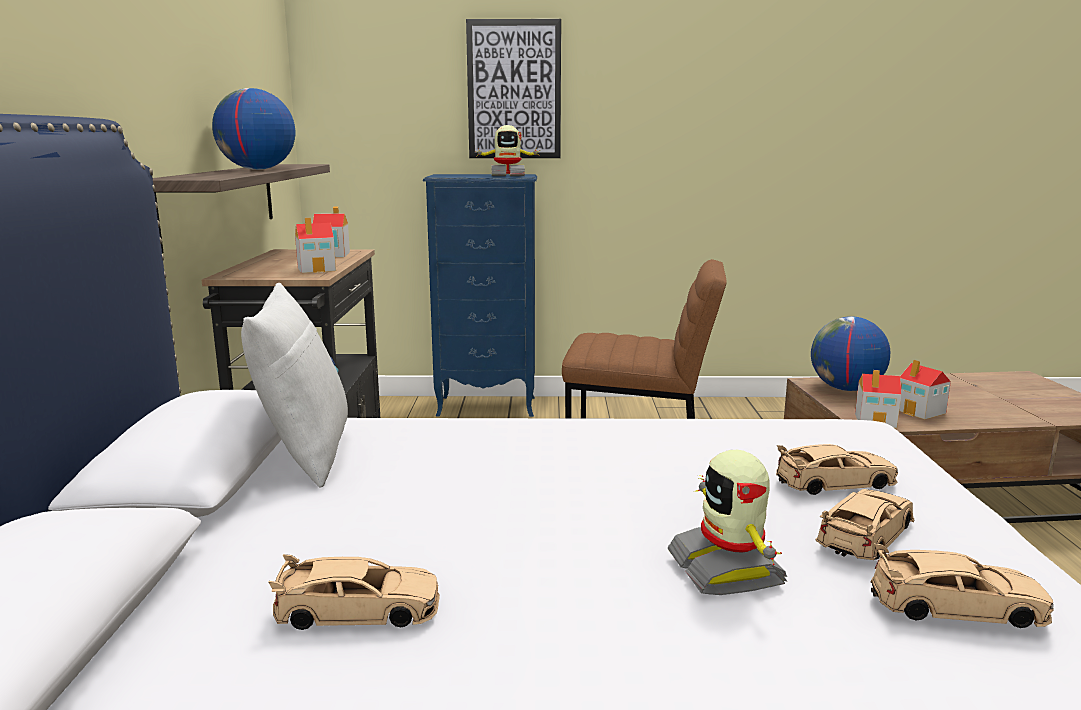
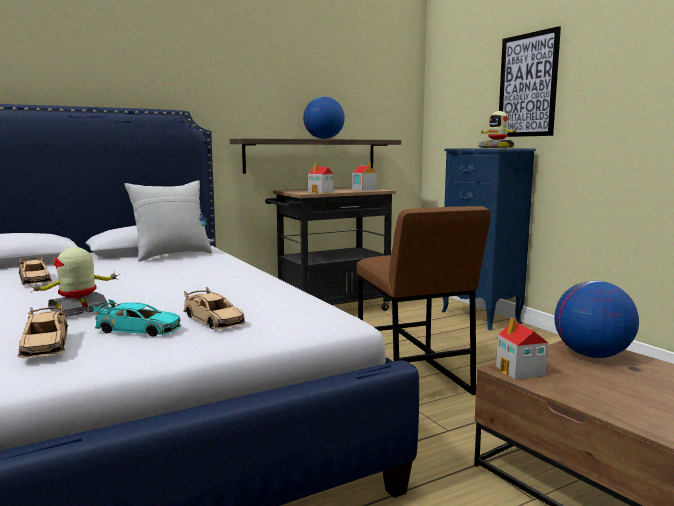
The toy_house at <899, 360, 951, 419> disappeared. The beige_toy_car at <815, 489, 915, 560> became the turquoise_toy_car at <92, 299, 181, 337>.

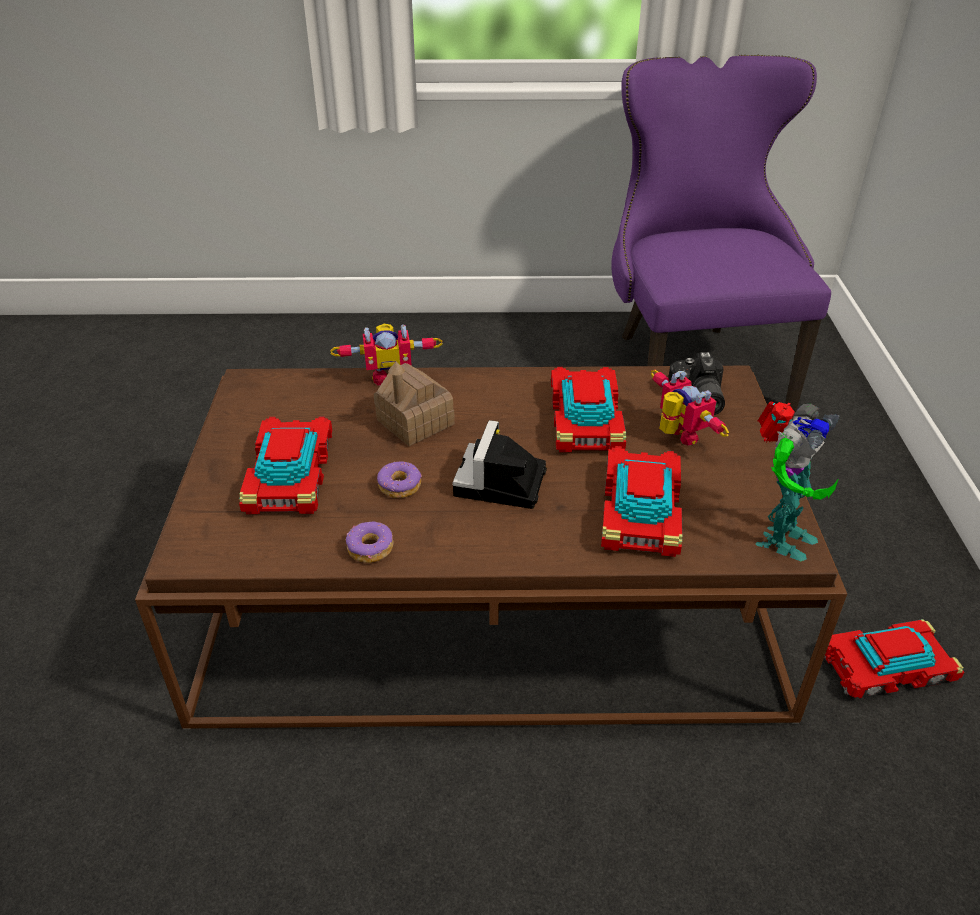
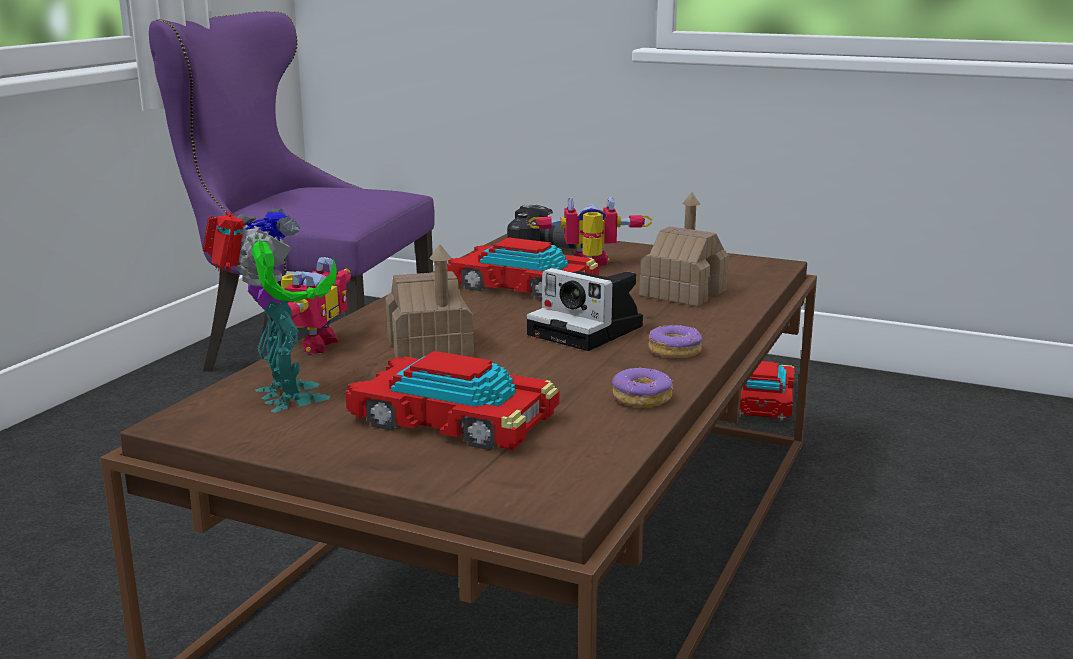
The donut moved from <377, 462, 422, 498> to <648, 324, 703, 358>. The toy_robot moved from <755, 401, 840, 561> to <203, 208, 337, 412>. The toy_car at <601, 446, 683, 557> was replaced by the toy_house at <639, 192, 729, 307>.

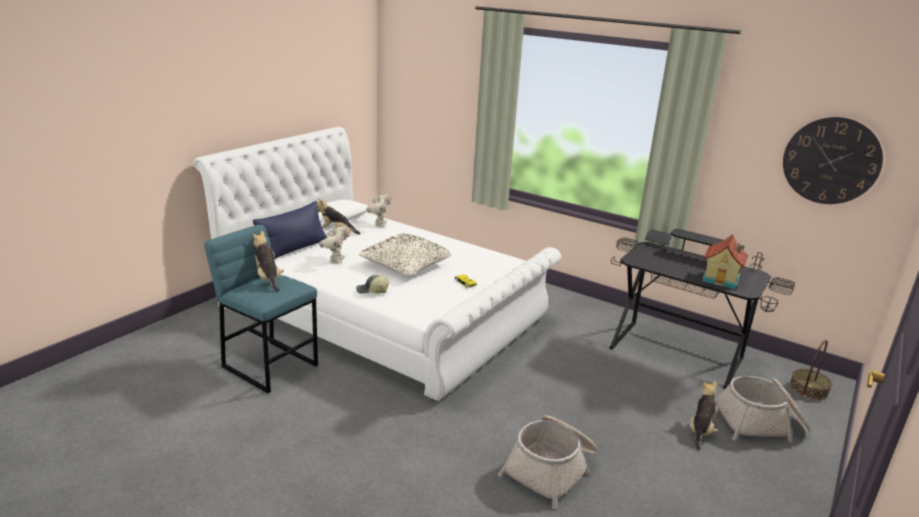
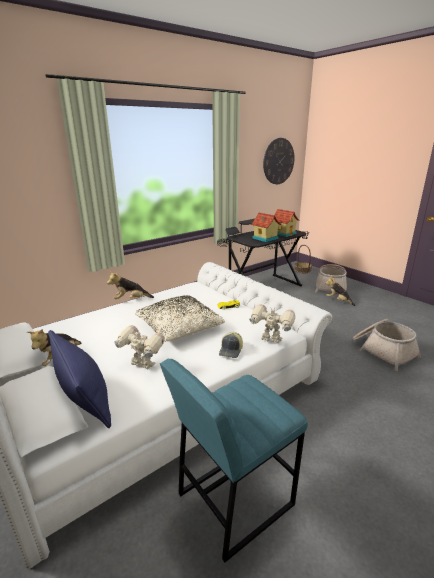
The toy_house at <251, 213, 282, 242> appeared. The plush_toy moved from <253, 231, 284, 292> to <107, 271, 154, 299>. The toy_robot moved from <366, 195, 392, 227> to <249, 304, 295, 343>.

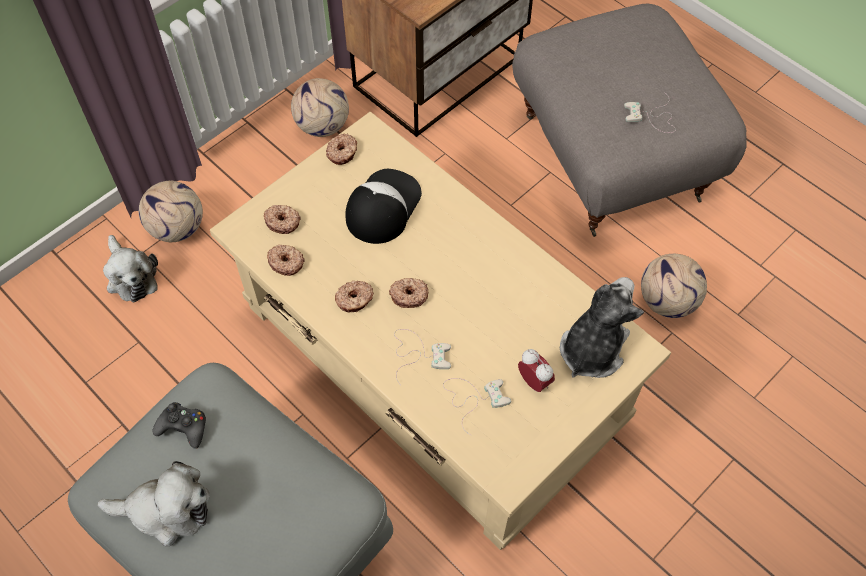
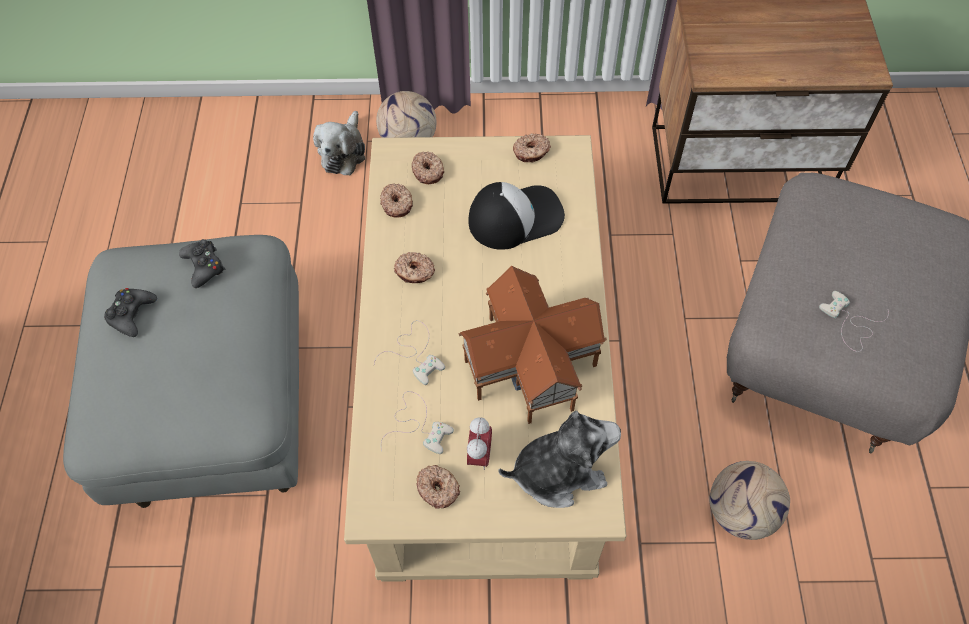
The football at <291, 78, 349, 137> disappeared. The toy_house at <458, 266, 607, 424> appeared. The donut moved from <389, 278, 428, 308> to <416, 465, 460, 509>. The plush_toy at <97, 461, 210, 546> was replaced by the black_game_controller at <104, 288, 157, 337>.

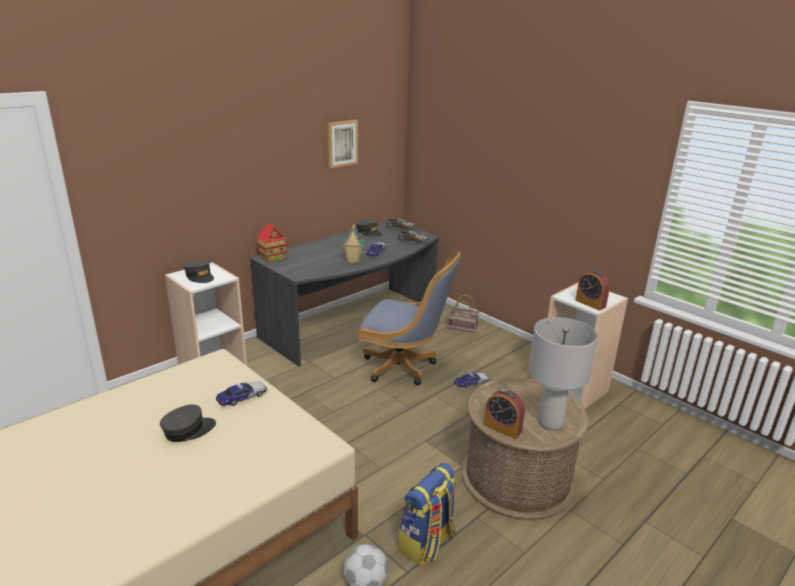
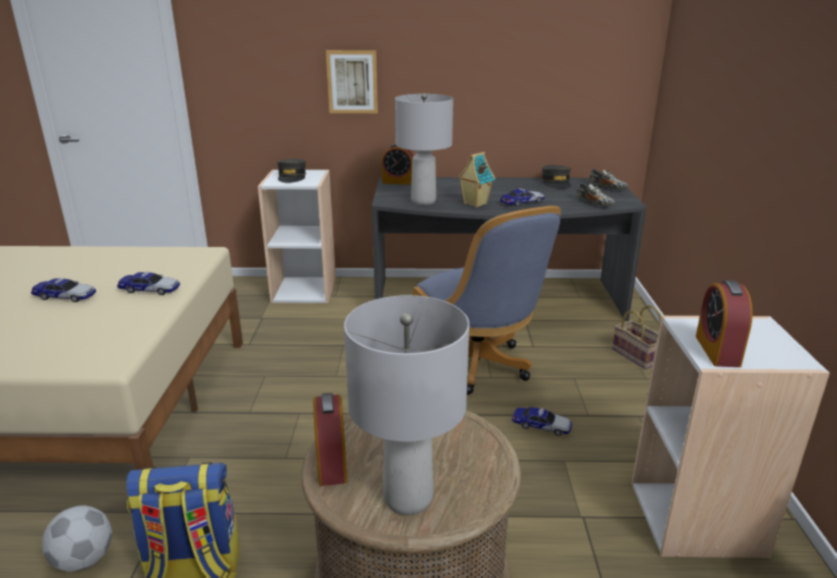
The grey_table_lamp at <395, 93, 453, 205> appeared. The picture moved from <327, 120, 358, 168> to <326, 50, 378, 113>. The grey_cap at <160, 404, 216, 442> was replaced by the toy_car at <31, 278, 96, 302>. The toy_house at <256, 222, 288, 263> was replaced by the alarm_clock at <382, 144, 413, 185>.

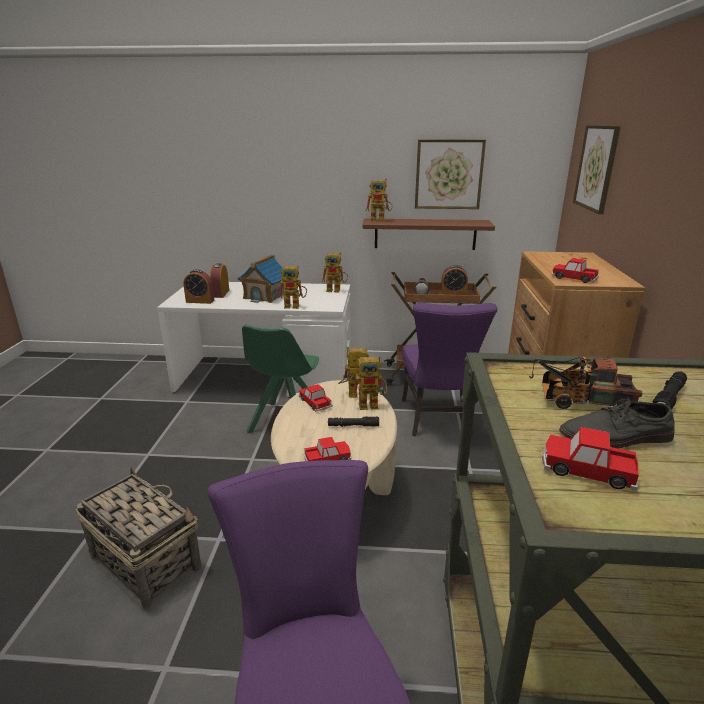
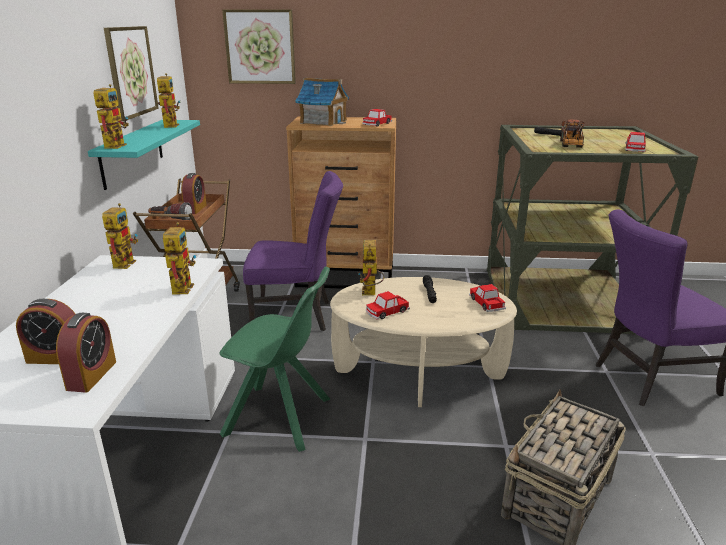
The grey_shoe at <559, 398, 675, 448> disappeared. The toy_house moved from <237, 255, 284, 303> to <295, 78, 349, 126>. The toy_robot moved from <353, 356, 387, 410> to <157, 73, 180, 128>. The brown_shelf at <362, 219, 495, 250> became the turquoise_shelf at <88, 120, 200, 190>.

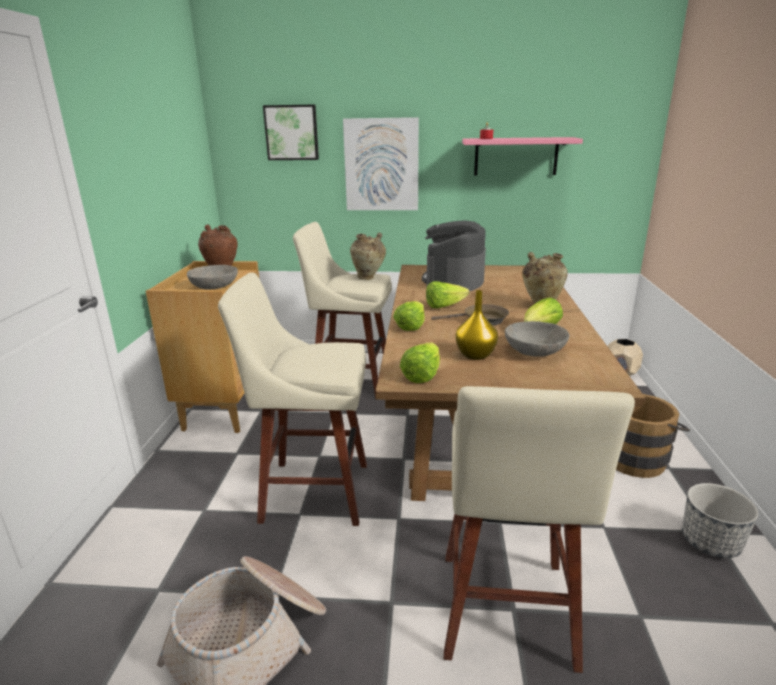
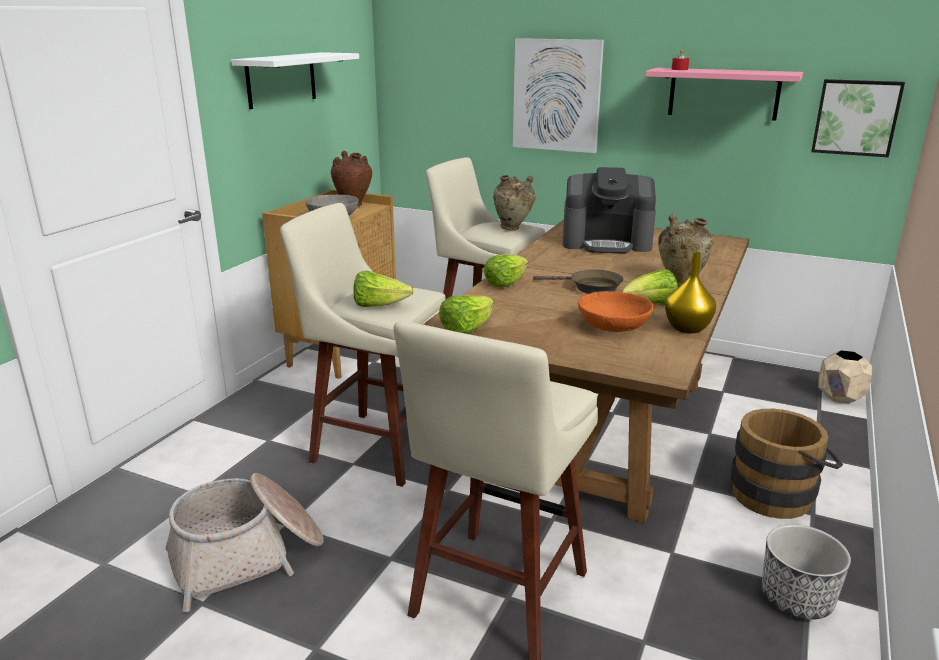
The white_shelf at <231, 52, 359, 109> appeared. The picture moved from <263, 105, 319, 160> to <811, 79, 905, 157>. The lettuce moved from <426, 281, 469, 308> to <353, 271, 414, 307>. The yellow_vase moved from <456, 290, 498, 360> to <665, 252, 716, 333>. The grey_bowl at <505, 321, 569, 357> became the orange_bowl at <578, 291, 653, 332>. The coffee_machine at <422, 220, 486, 291> turned 120 degrees counterclockwise.

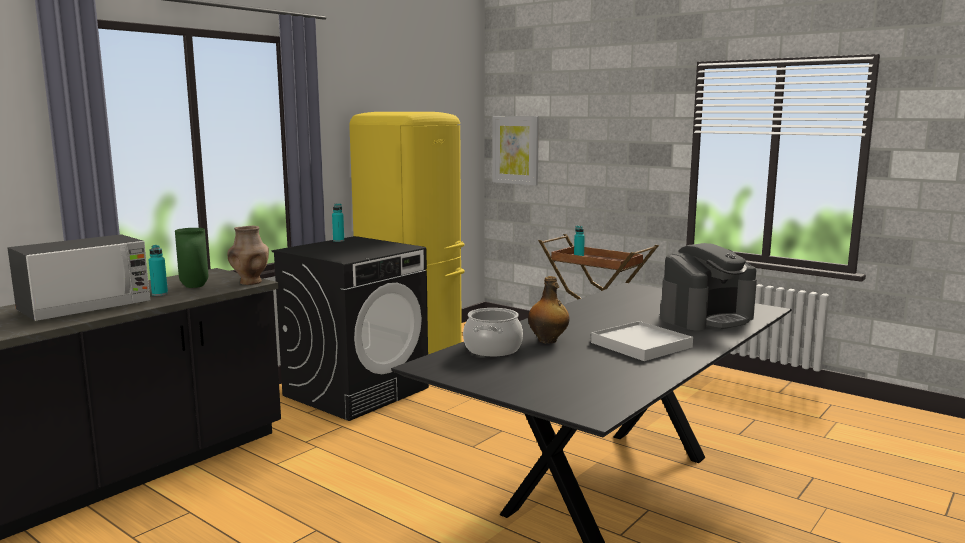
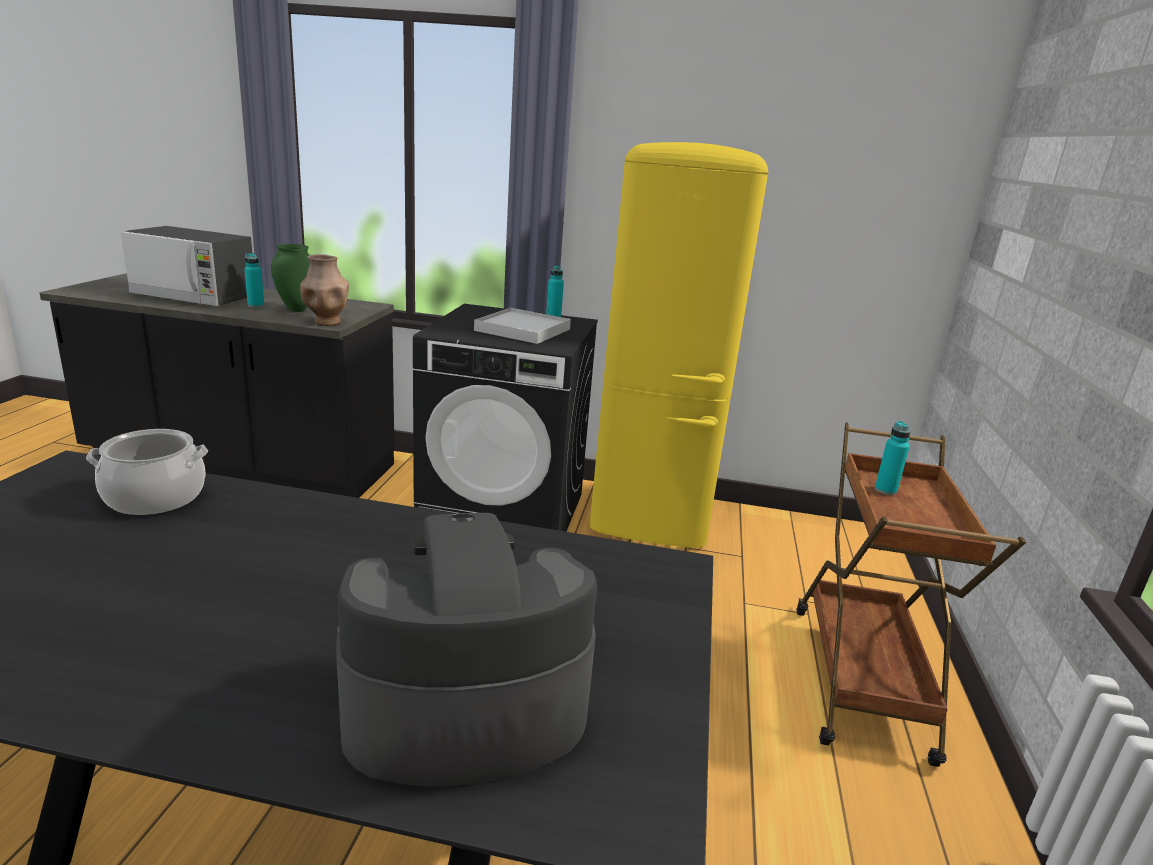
The picture at <492, 116, 539, 186> disappeared. The bottle at <528, 276, 570, 344> disappeared. The white_tray moved from <591, 321, 693, 361> to <474, 308, 571, 344>. The coffee_machine at <661, 243, 757, 330> turned 135 degrees clockwise.

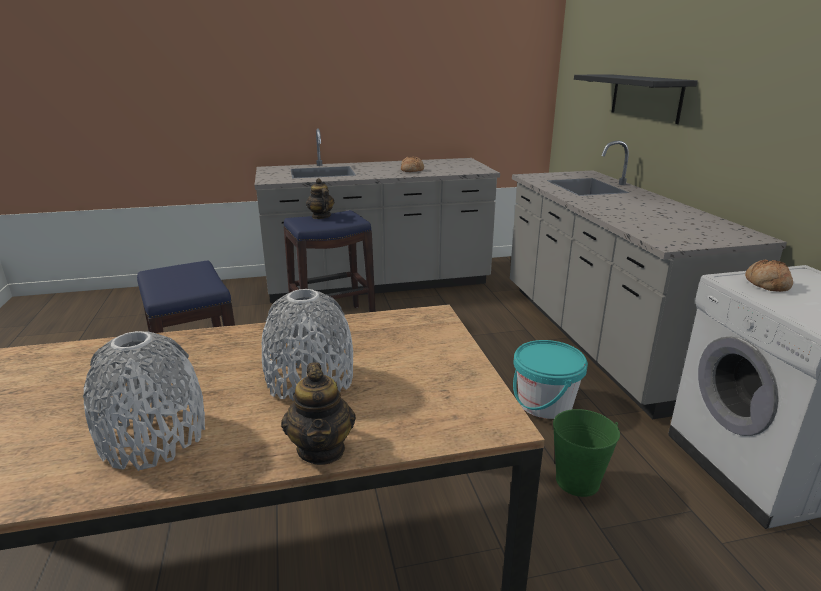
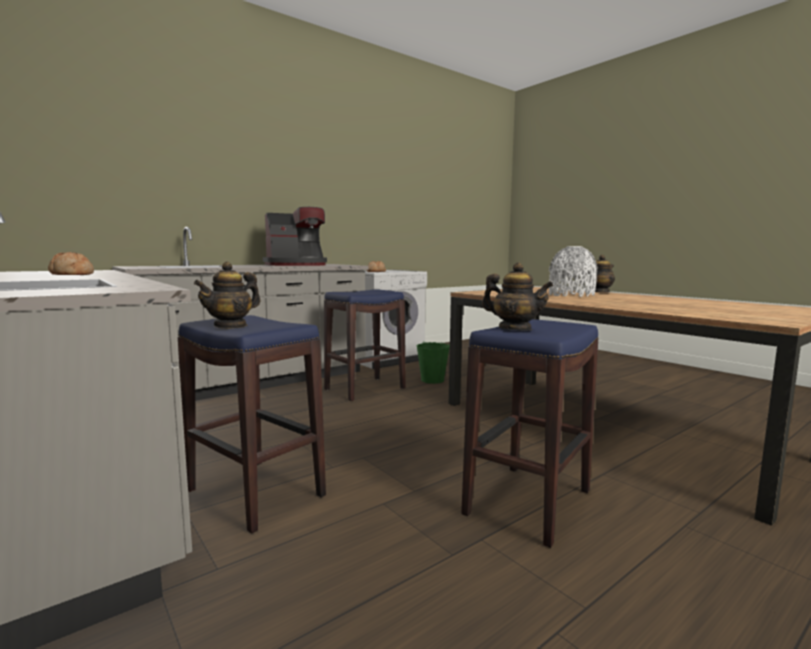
The grey_vase at <83, 331, 205, 471> disappeared. The black_shelf at <574, 74, 698, 124> disappeared. The coffee_machine at <263, 207, 327, 266> appeared. The teapot at <482, 263, 554, 331> appeared. The turquoise_bucket at <513, 340, 588, 419> was replaced by the stool at <324, 289, 406, 401>.

